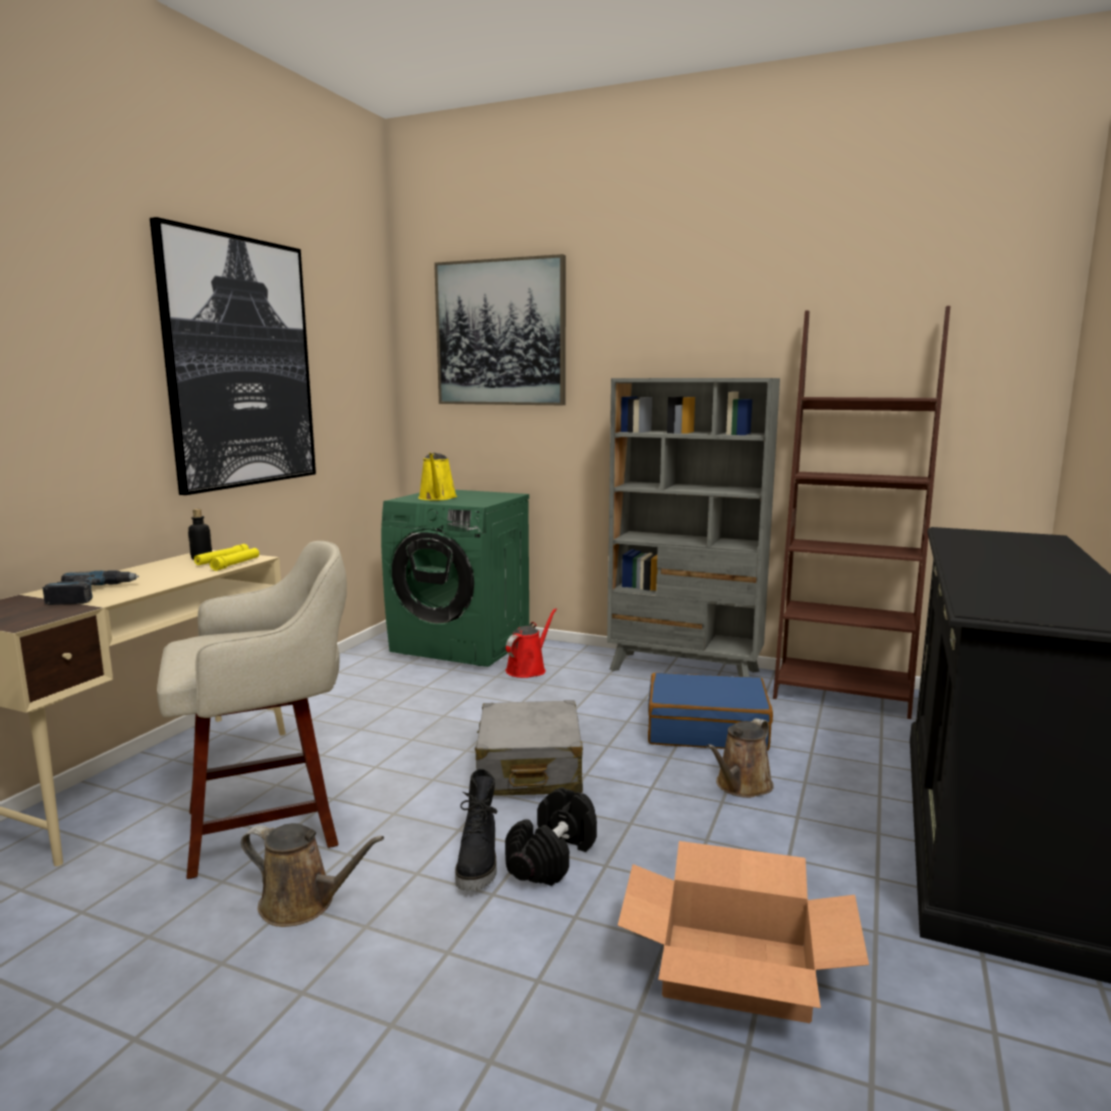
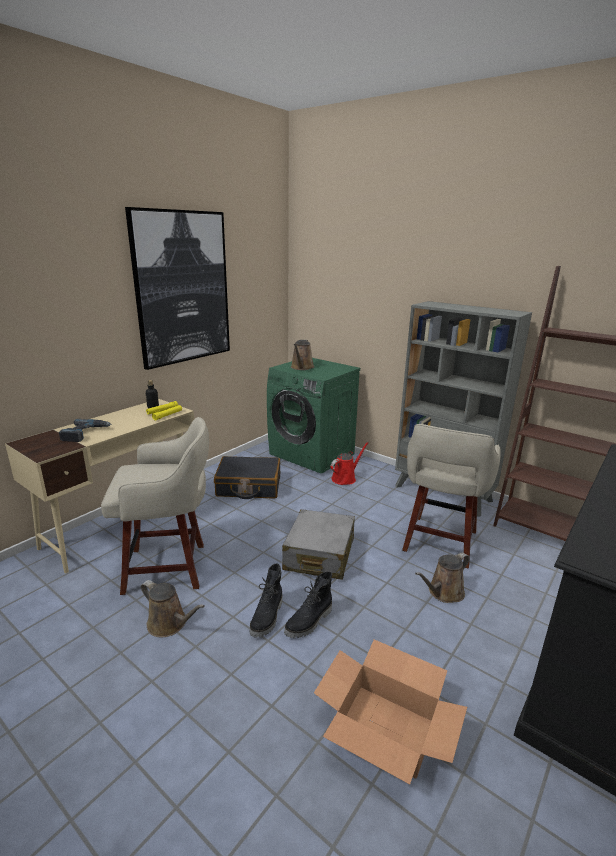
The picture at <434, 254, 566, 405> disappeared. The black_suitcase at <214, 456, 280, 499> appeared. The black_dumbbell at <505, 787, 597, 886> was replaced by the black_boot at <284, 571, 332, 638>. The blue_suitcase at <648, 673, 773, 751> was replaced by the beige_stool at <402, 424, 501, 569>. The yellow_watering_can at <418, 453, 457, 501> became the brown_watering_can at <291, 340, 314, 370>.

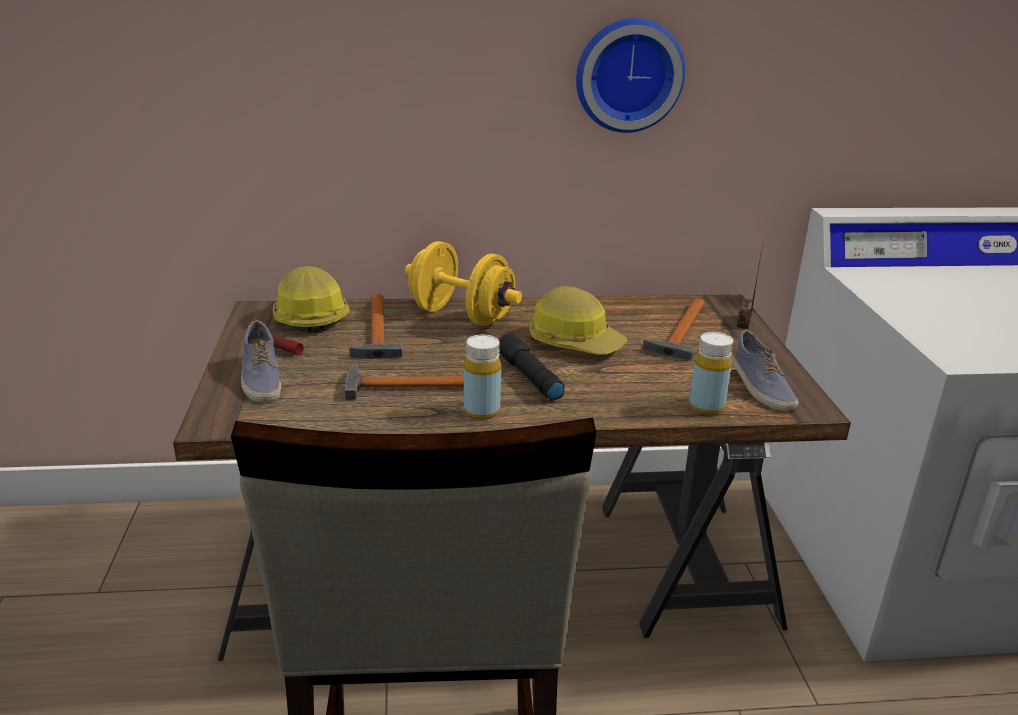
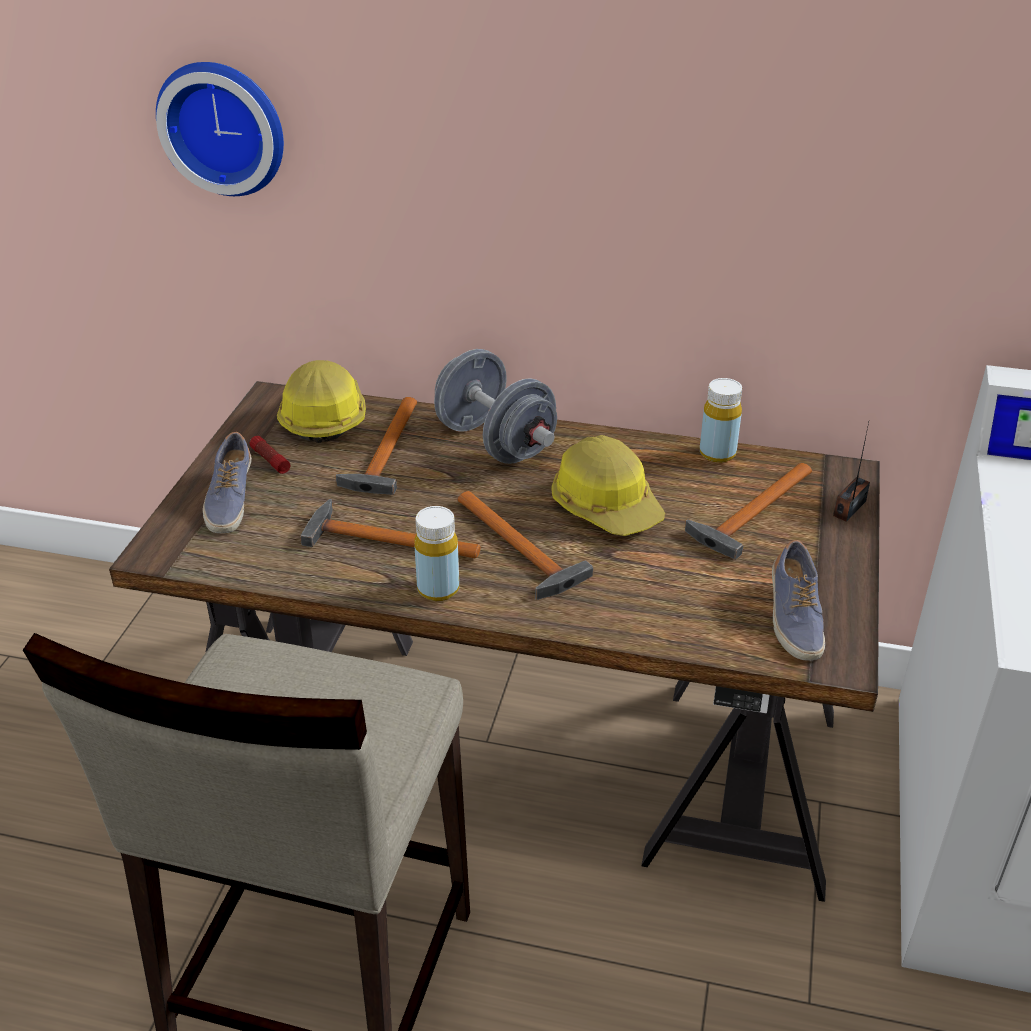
The wall_clock moved from <576, 18, 685, 133> to <156, 62, 284, 196>. The yellow_bottle moved from <689, 332, 733, 415> to <700, 378, 742, 463>. The black_flashlight at <499, 334, 564, 400> was replaced by the hammer at <457, 491, 593, 600>. The yellow_dumbbell at <405, 241, 522, 326> became the grey_dumbbell at <434, 349, 557, 464>.

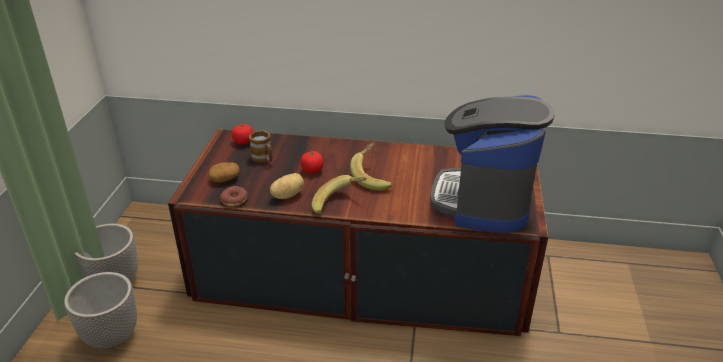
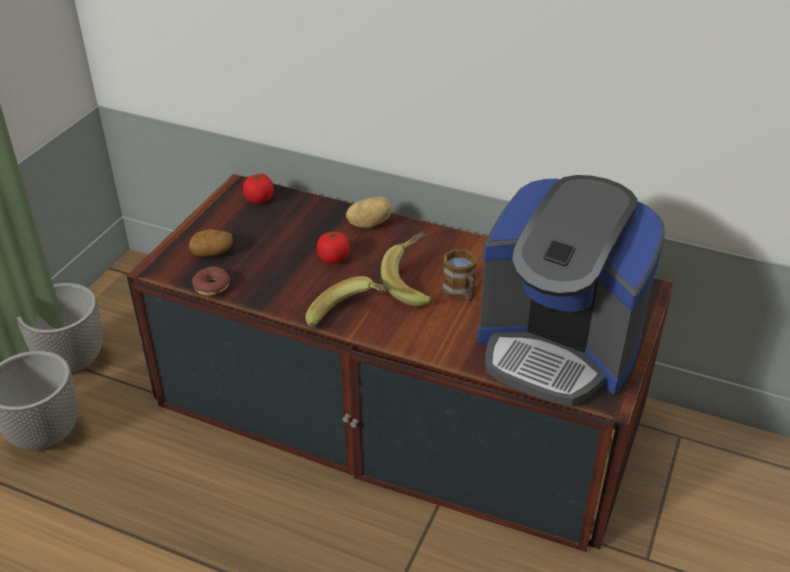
The mug moved from <249, 130, 272, 163> to <442, 249, 476, 301>. The potato moved from <270, 173, 304, 199> to <346, 197, 392, 228>. The coffee_machine at <430, 95, 555, 233> turned 90 degrees counterclockwise.

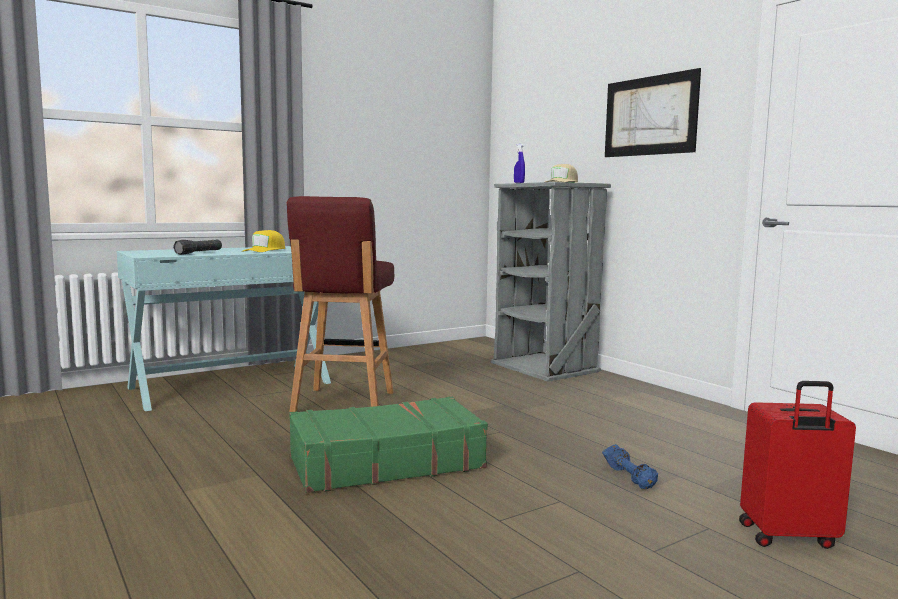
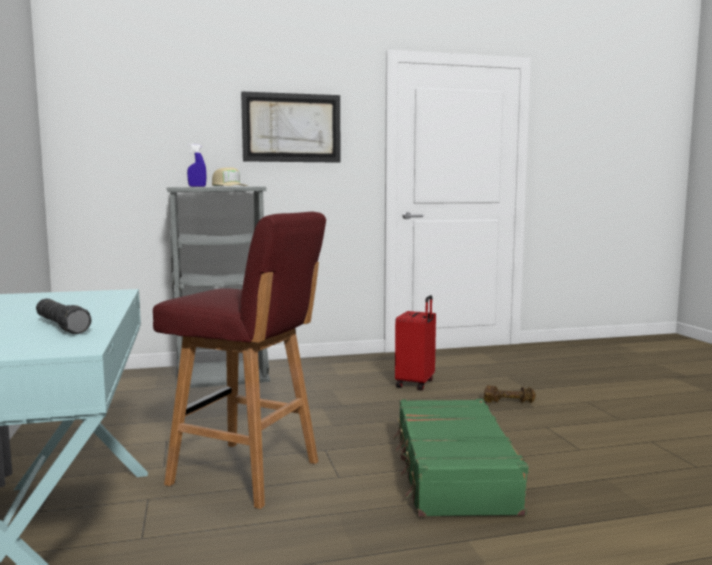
The yellow_cap at <243, 230, 285, 252> disappeared. The red_suitcase moved from <739, 381, 856, 549> to <395, 295, 436, 391>. The blue_dumbbell at <602, 444, 658, 489> became the brown_dumbbell at <484, 385, 536, 403>.

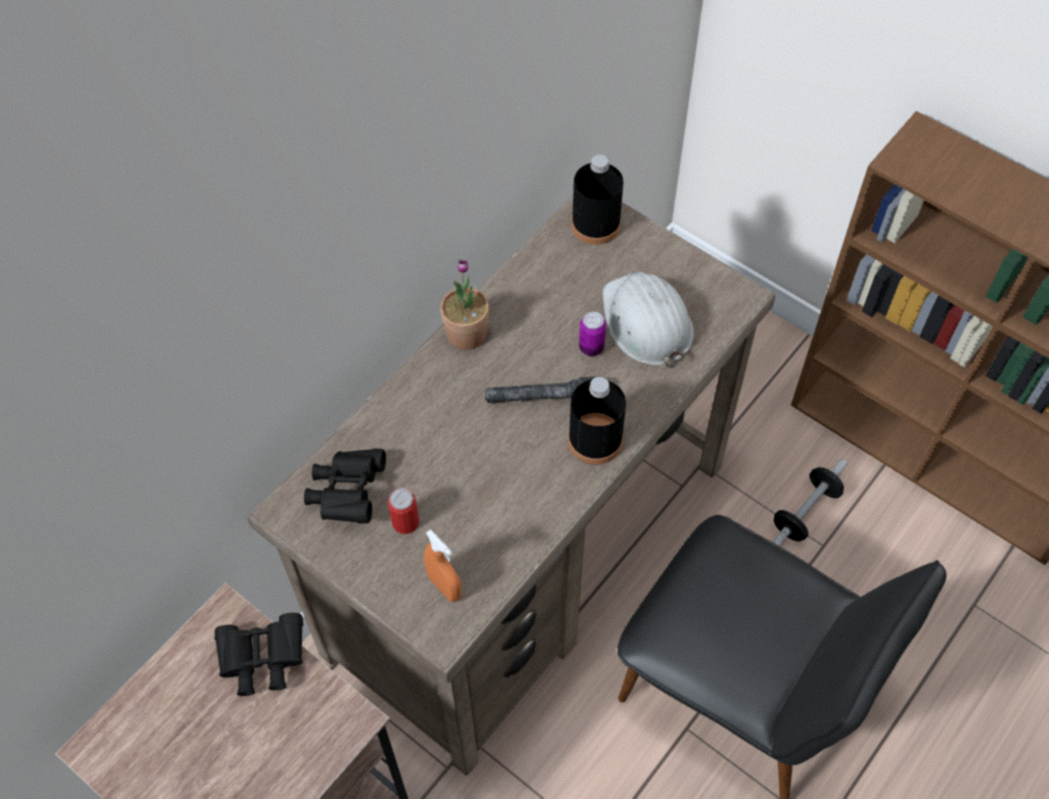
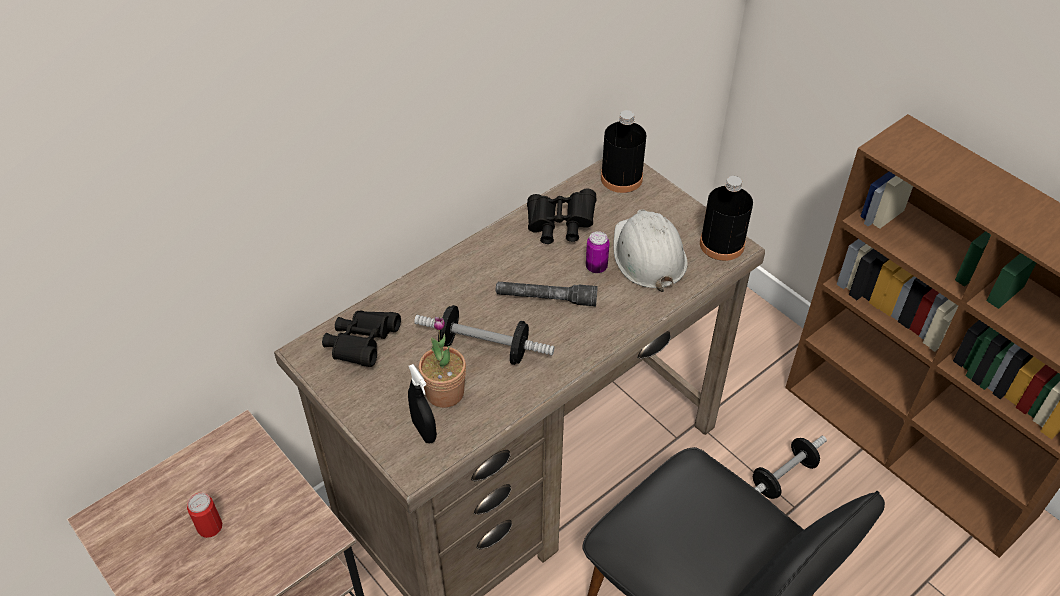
The dumbbell at <414, 305, 555, 365> appeared. The black_binoculars moved from <215, 613, 303, 696> to <527, 189, 596, 244>. The can moved from <388, 488, 419, 534> to <187, 492, 222, 538>. The potted_plant moved from <440, 259, 489, 350> to <419, 317, 466, 408>. The black_bottle moved from <568, 377, 626, 465> to <700, 176, 753, 261>. The orange_spray_bottle at <424, 529, 462, 602> became the black_spray_bottle at <408, 364, 437, 443>.

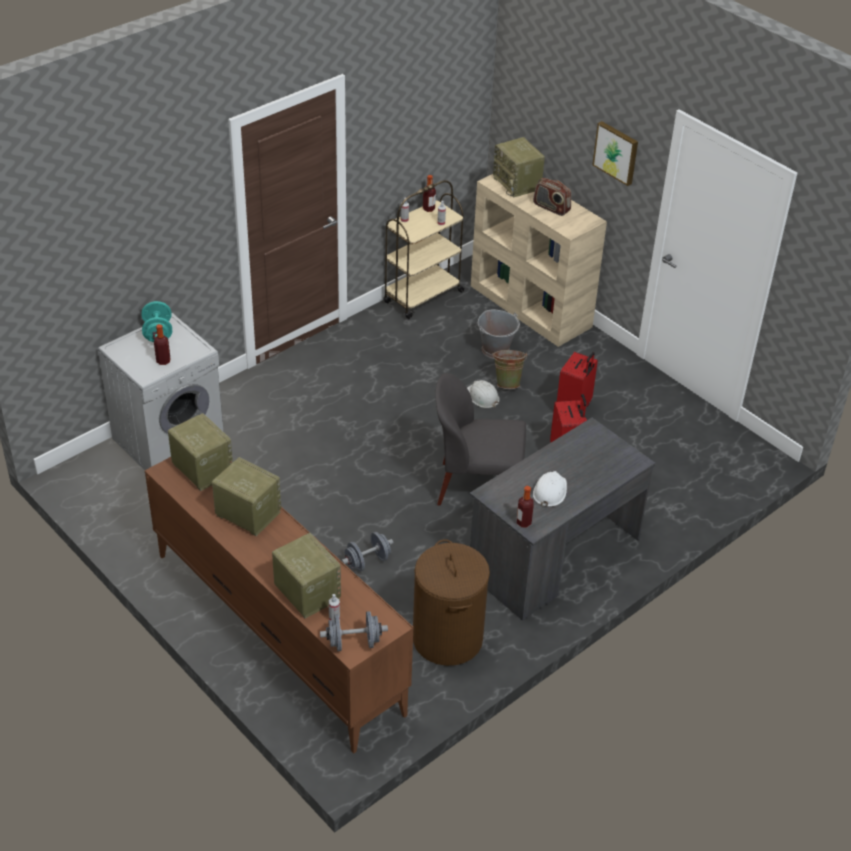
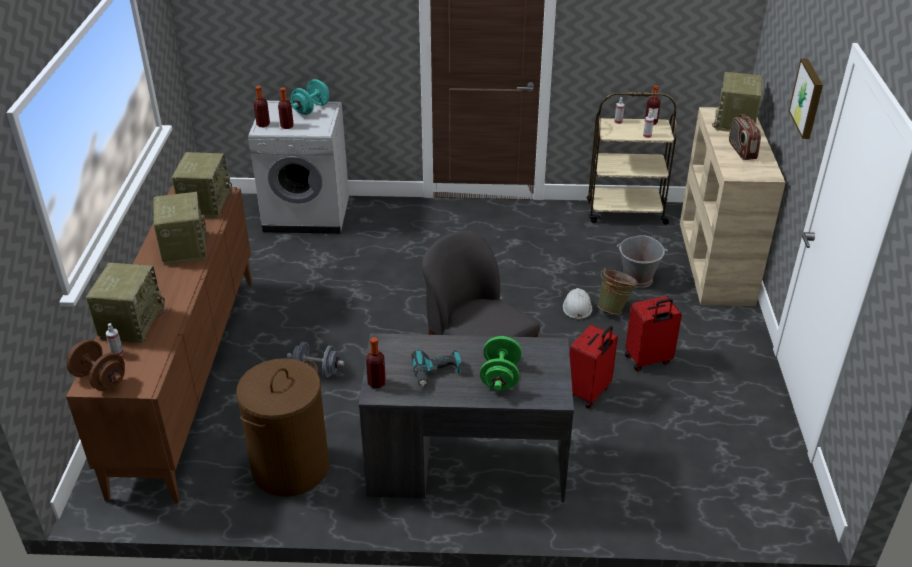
The bottle at <254, 86, 270, 127> appeared. The green_dumbbell at <480, 336, 522, 391> appeared. The white_hard_hat at <533, 471, 567, 507> was replaced by the power_drill at <411, 350, 461, 387>. The grey_dumbbell at <320, 611, 388, 651> became the brown_dumbbell at <67, 340, 125, 391>.

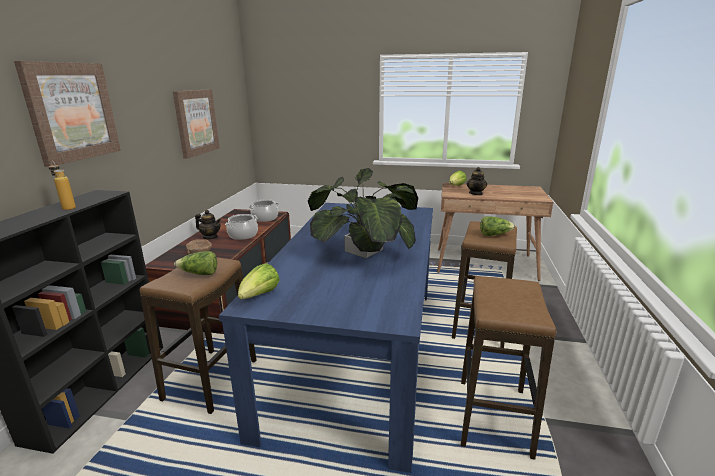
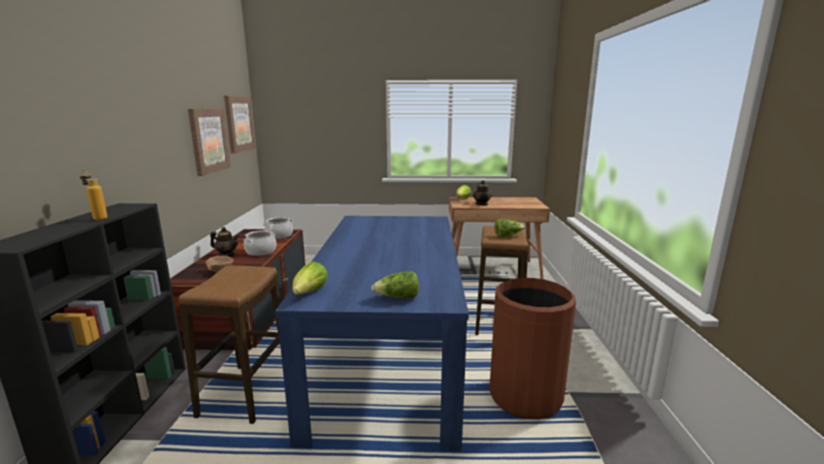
The potted_plant at <308, 168, 418, 258> disappeared. The picture moved from <14, 61, 121, 167> to <224, 96, 256, 153>. The lettuce moved from <174, 251, 217, 275> to <371, 271, 419, 299>. The stool at <461, 276, 556, 460> was replaced by the brown_trash_can at <489, 278, 576, 419>.

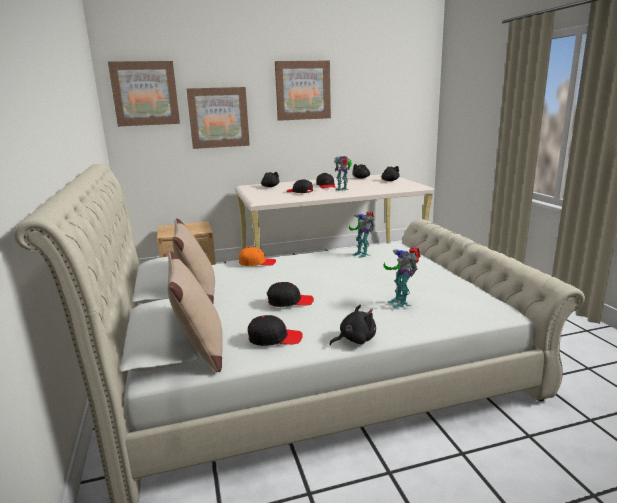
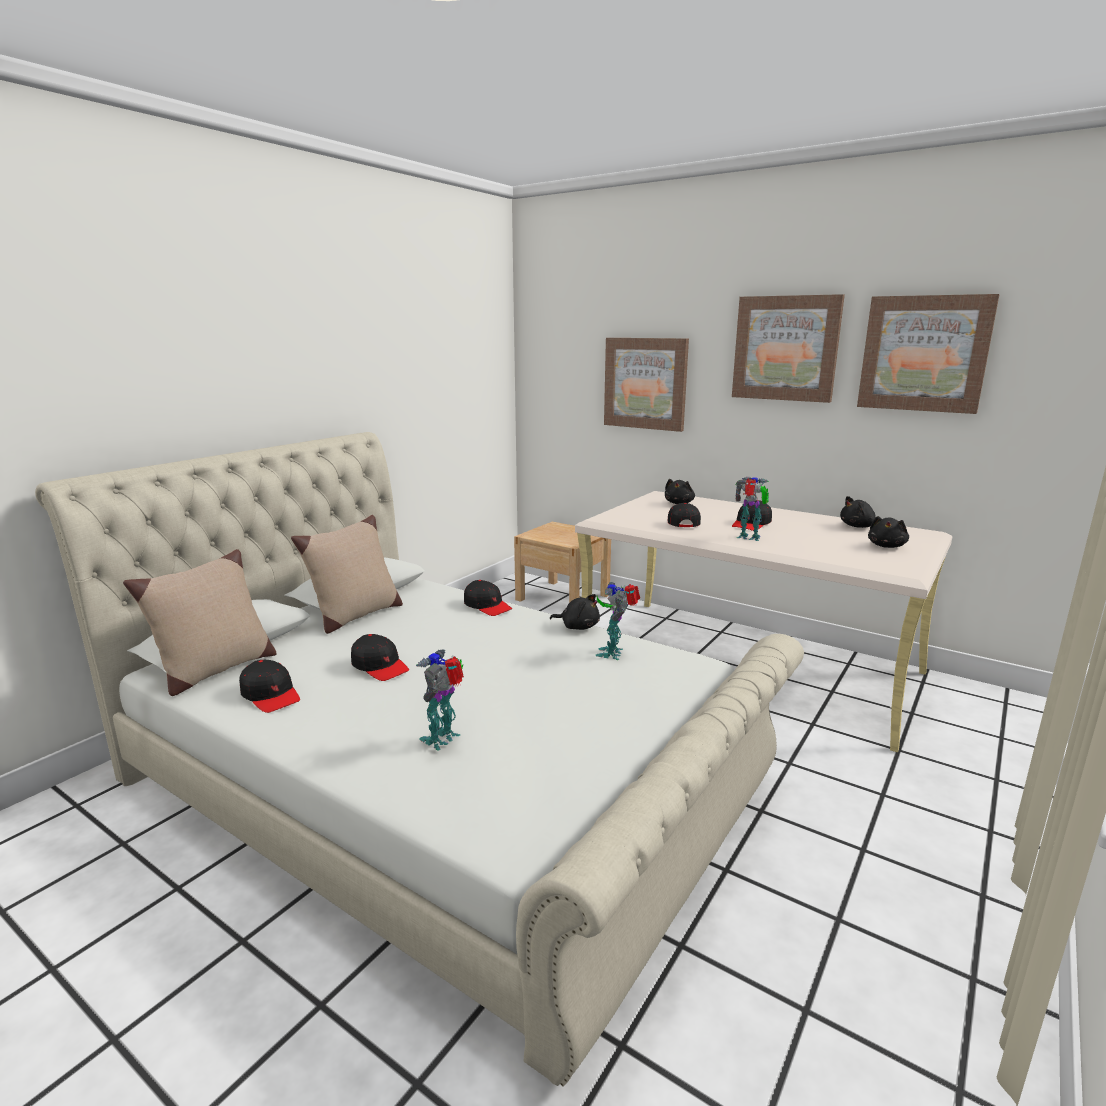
The picture moved from <108, 61, 180, 126> to <857, 294, 1000, 414>. The black_plush_toy moved from <329, 305, 376, 345> to <550, 594, 600, 630>. The orange_cap at <239, 247, 276, 266> became the black_cap at <464, 580, 512, 616>.

